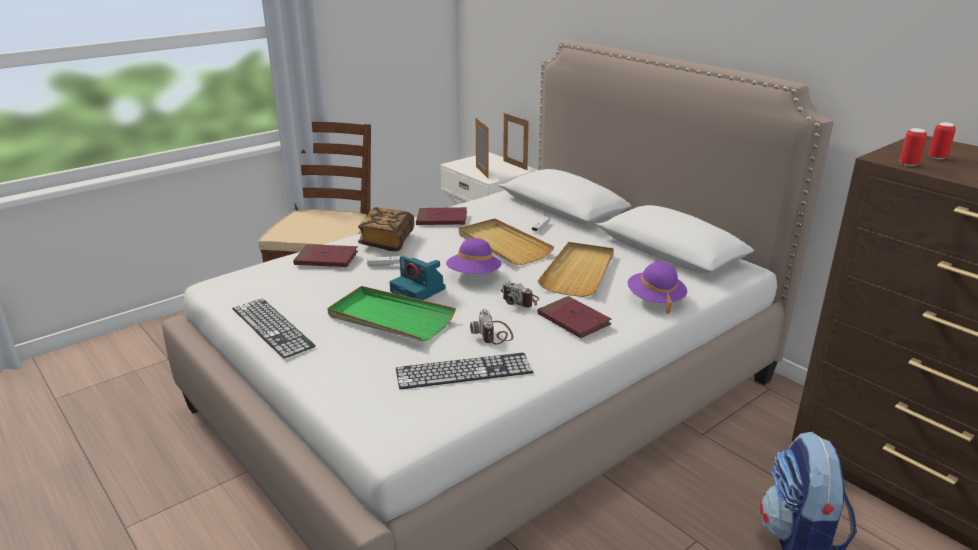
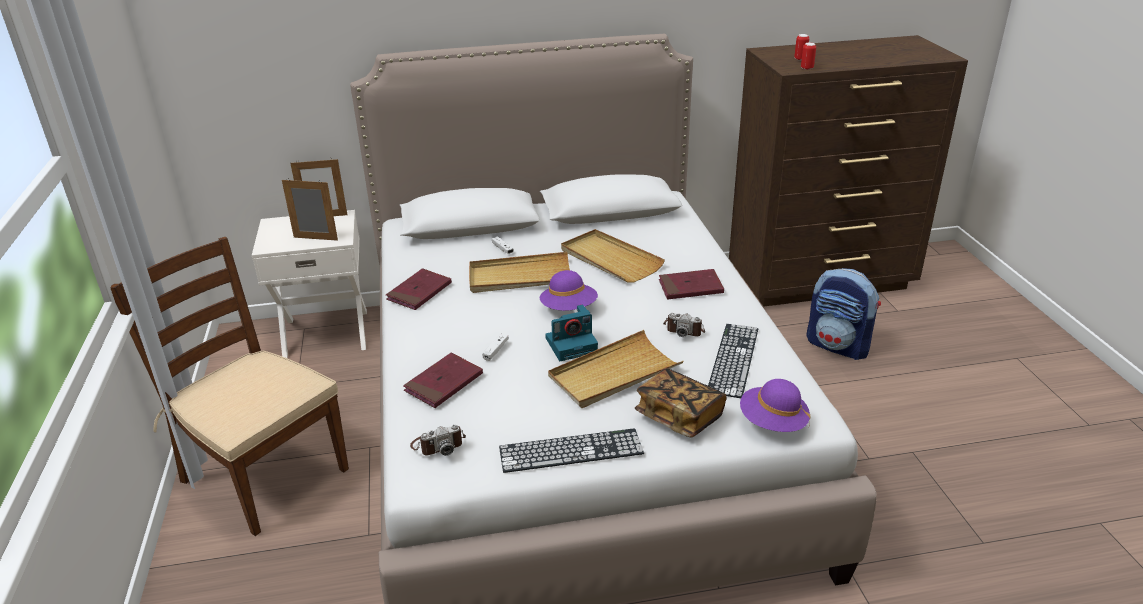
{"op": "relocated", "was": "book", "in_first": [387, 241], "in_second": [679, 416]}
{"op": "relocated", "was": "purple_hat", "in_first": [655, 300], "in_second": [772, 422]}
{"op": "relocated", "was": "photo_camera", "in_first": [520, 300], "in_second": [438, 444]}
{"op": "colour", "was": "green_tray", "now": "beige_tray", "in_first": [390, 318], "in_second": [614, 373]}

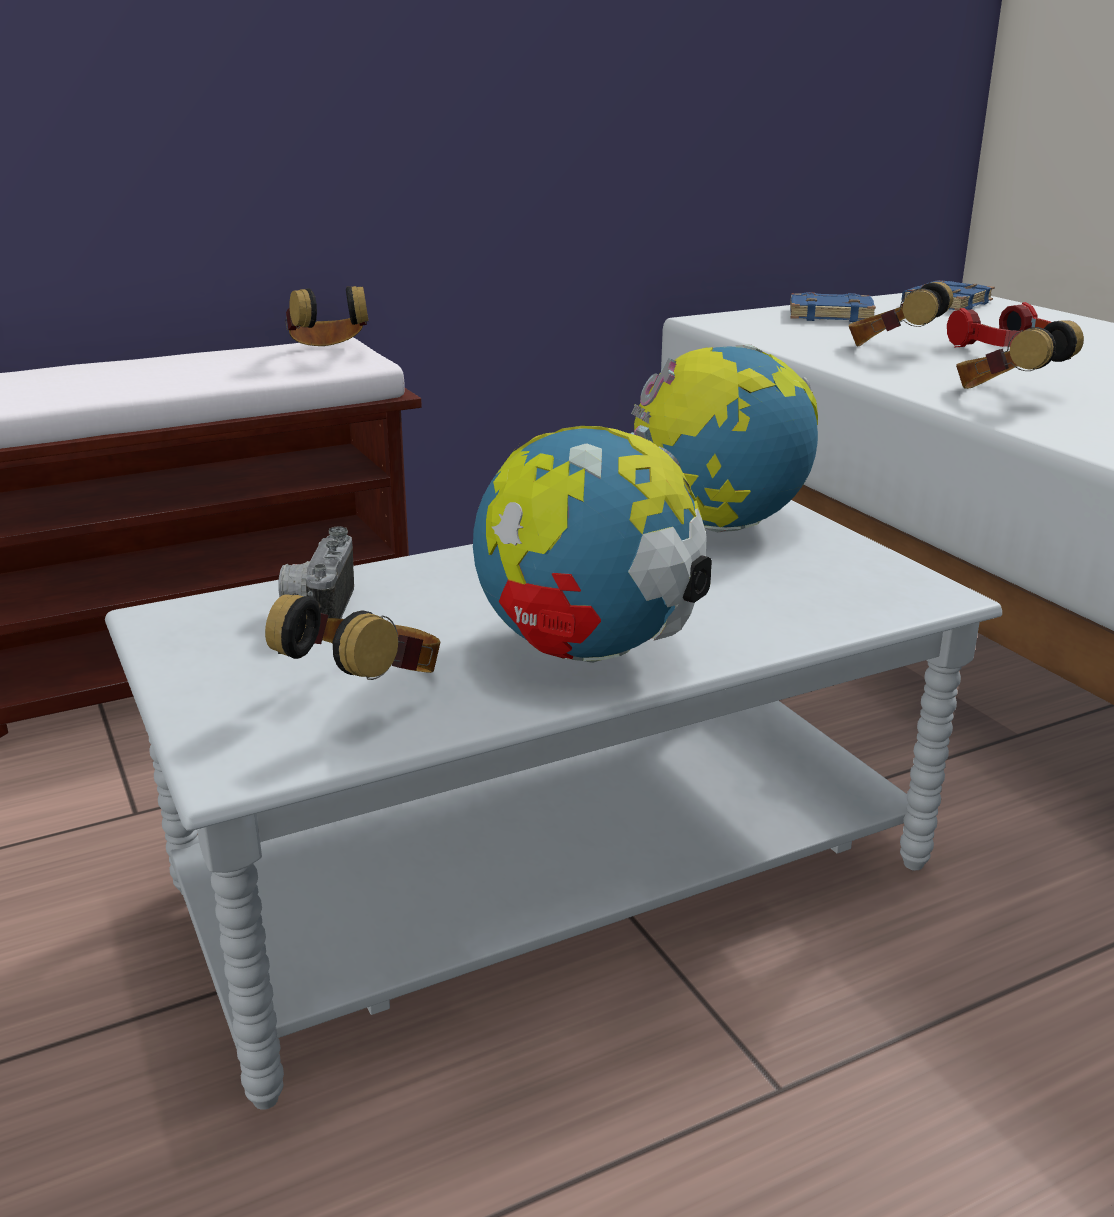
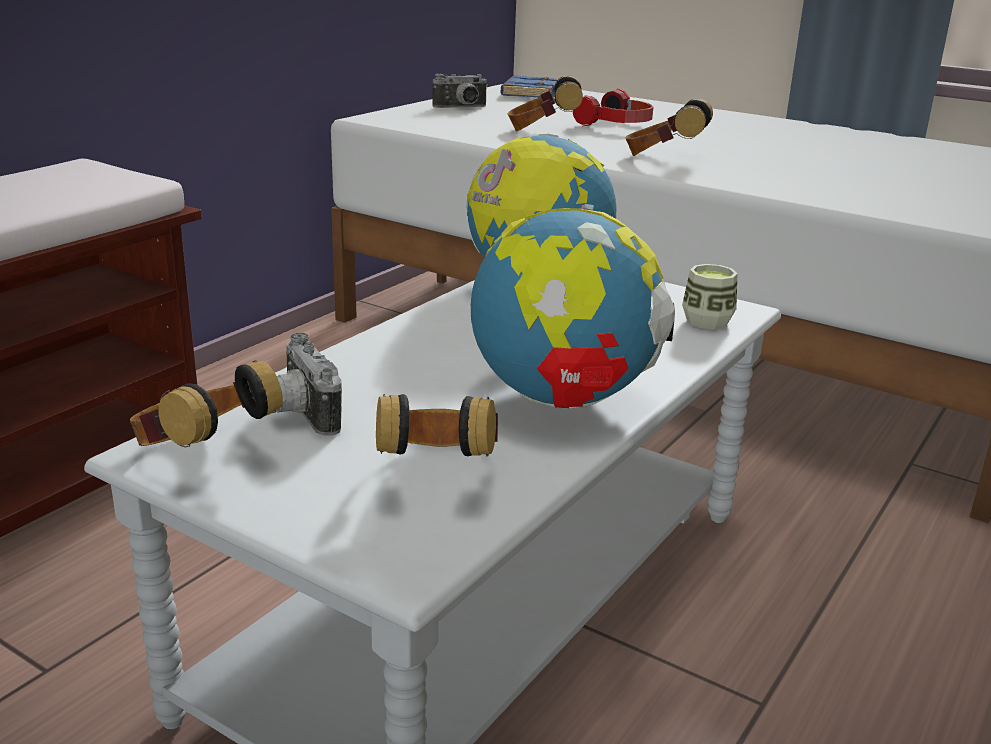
{"op": "relocated", "was": "headphones", "in_first": [329, 353], "in_second": [203, 456]}
{"op": "exchanged", "was": "blue_book", "now": "photo_camera", "in_first": [831, 315], "in_second": [461, 108]}
{"op": "appeared", "now": "cup", "in_second": [707, 321]}

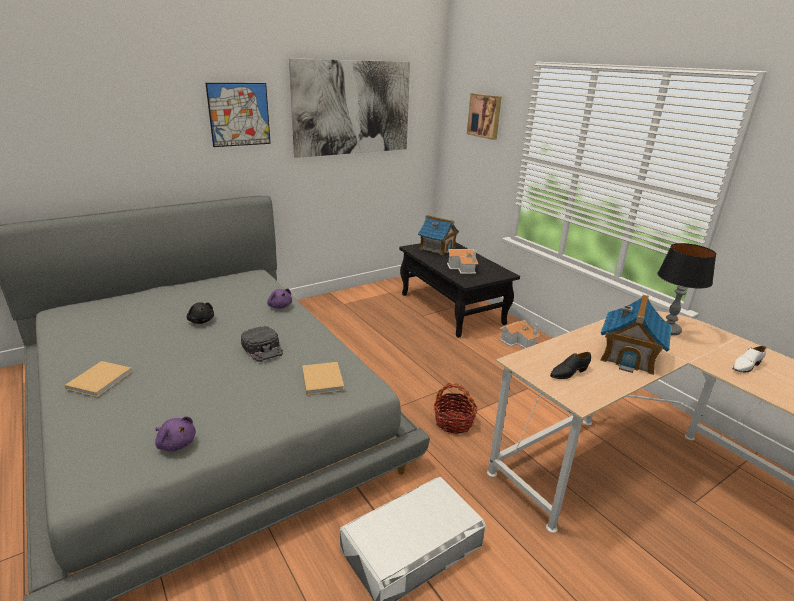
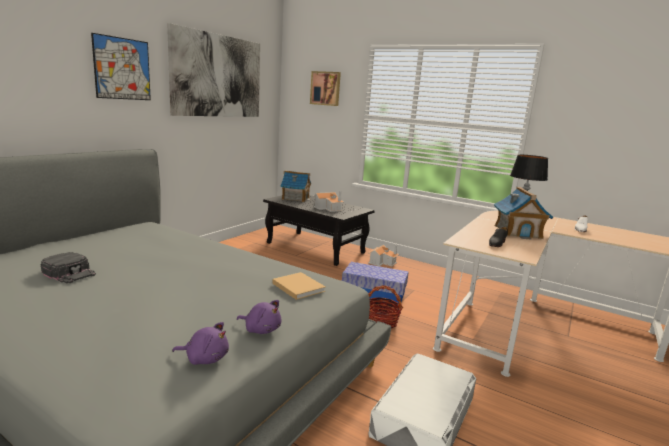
{"op": "relocated", "was": "purple_plush_toy", "in_first": [279, 306], "in_second": [261, 329]}
{"op": "missing", "was": "black_plush_toy", "in_first": [201, 321]}
{"op": "relocated", "was": "black_cap", "in_first": [263, 348], "in_second": [69, 273]}
{"op": "missing", "was": "beige_book", "in_first": [101, 379]}
{"op": "appeared", "now": "storage_box", "in_second": [374, 293]}

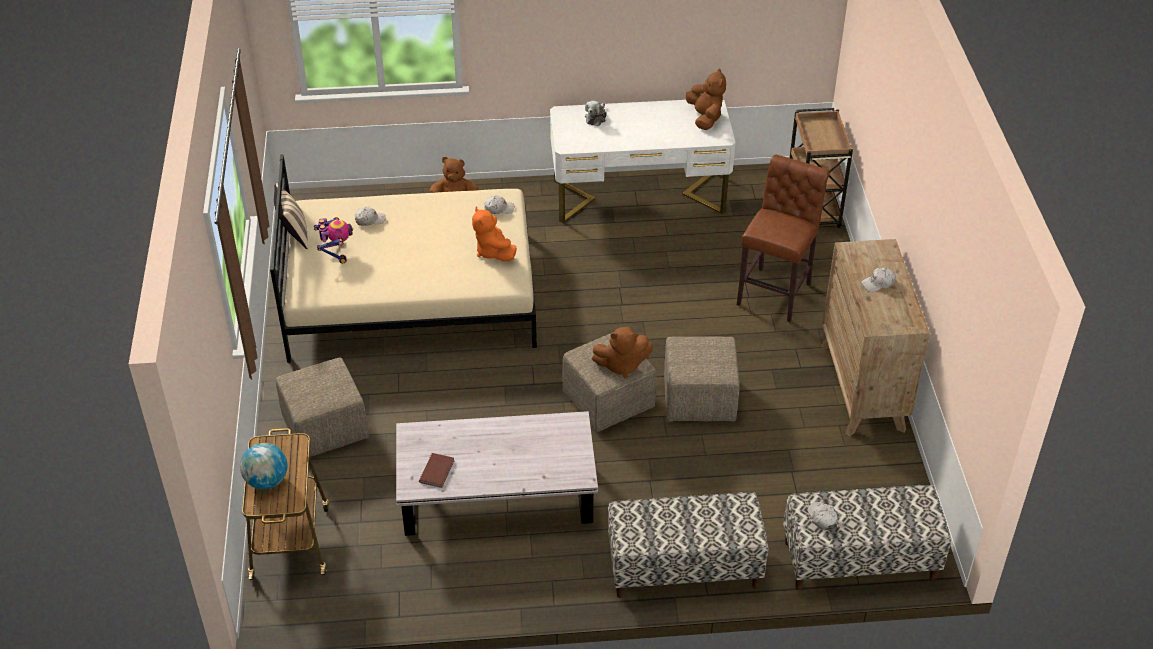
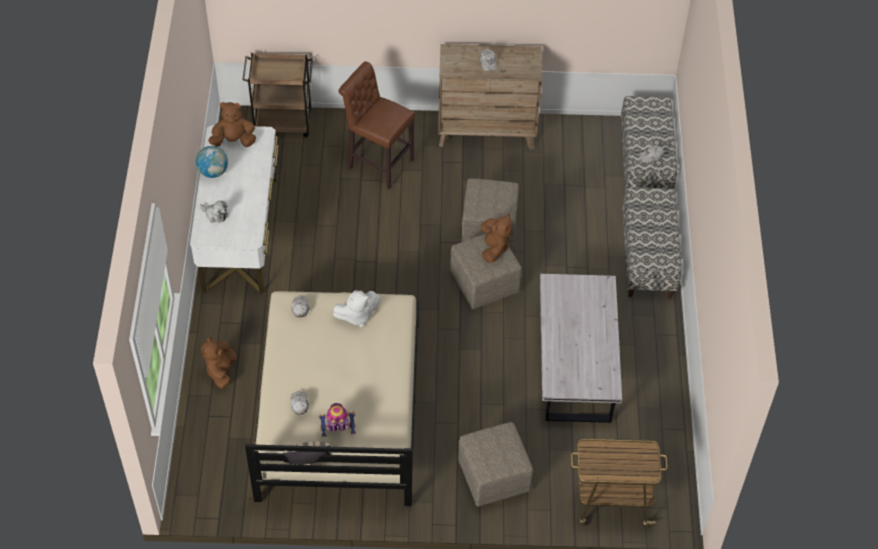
{"op": "colour", "was": "orange_plush_toy", "now": "white_plush_toy", "in_first": [493, 252], "in_second": [357, 315]}
{"op": "relocated", "was": "globe", "in_first": [266, 481], "in_second": [213, 172]}
{"op": "missing", "was": "brown_book", "in_first": [438, 471]}

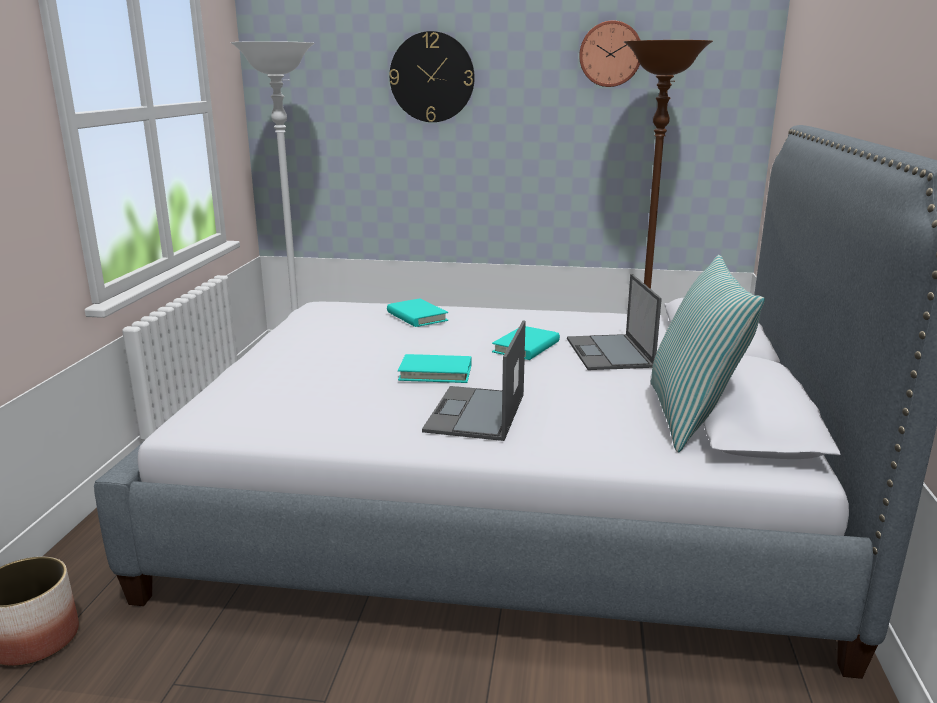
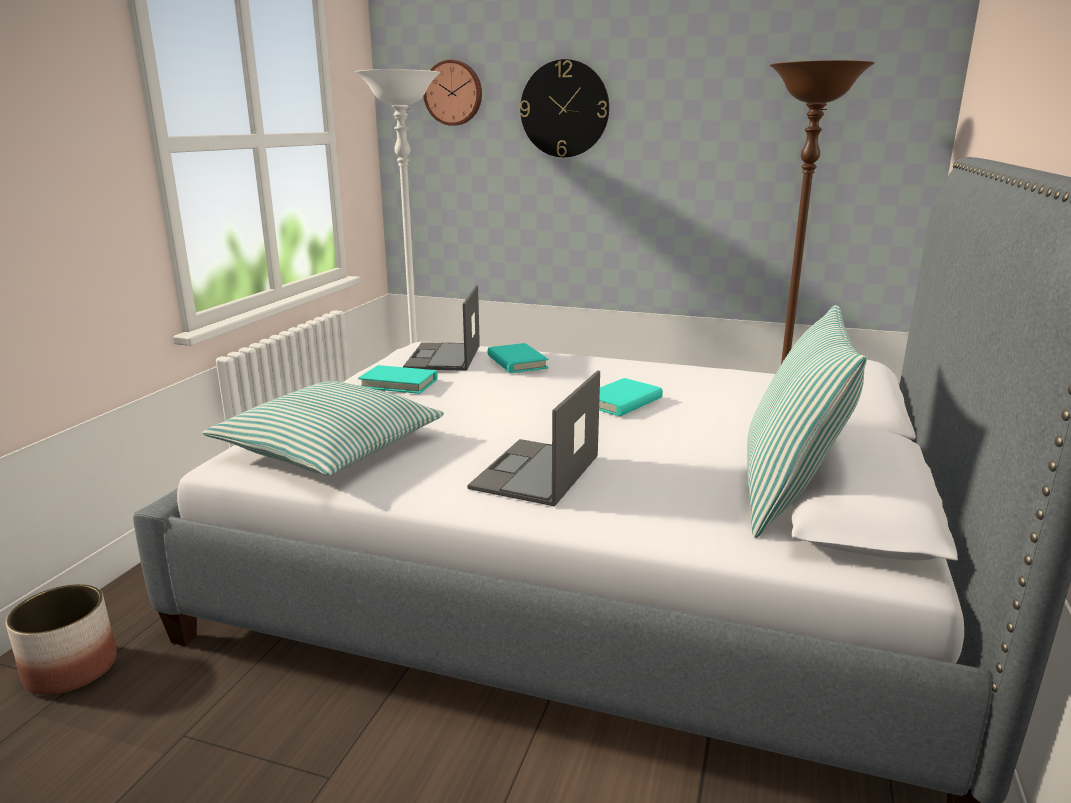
{"op": "relocated", "was": "wall_clock", "in_first": [610, 54], "in_second": [453, 93]}
{"op": "relocated", "was": "laptop", "in_first": [610, 353], "in_second": [443, 357]}
{"op": "relocated", "was": "turquoise_book", "in_first": [435, 372], "in_second": [399, 383]}
{"op": "appeared", "now": "pillow", "in_second": [331, 447]}

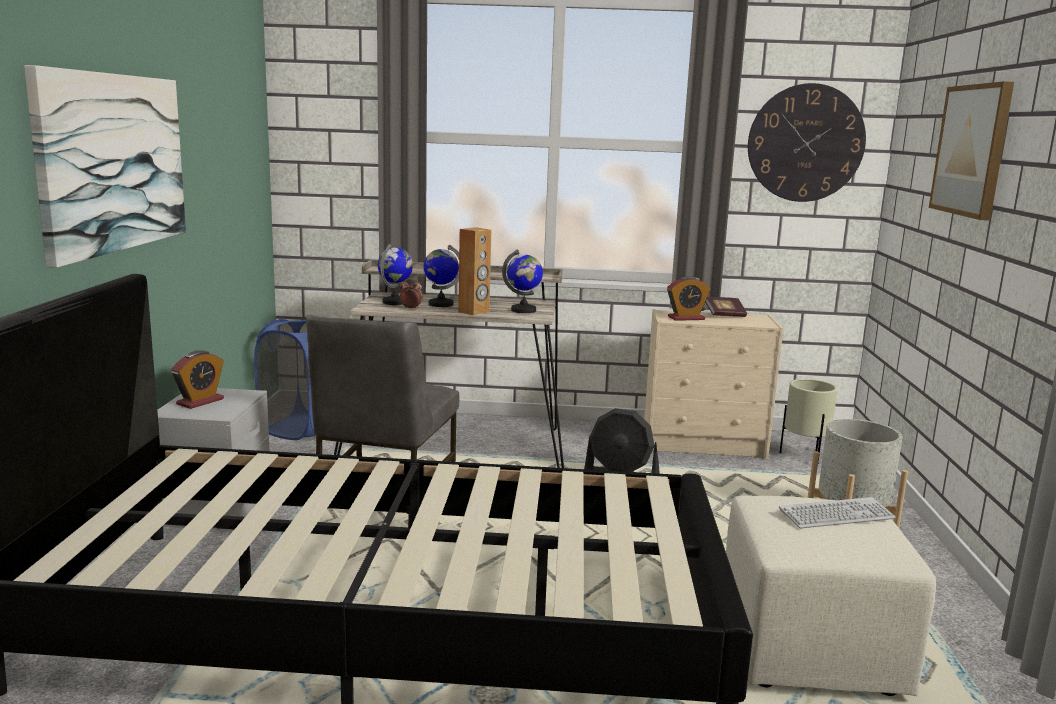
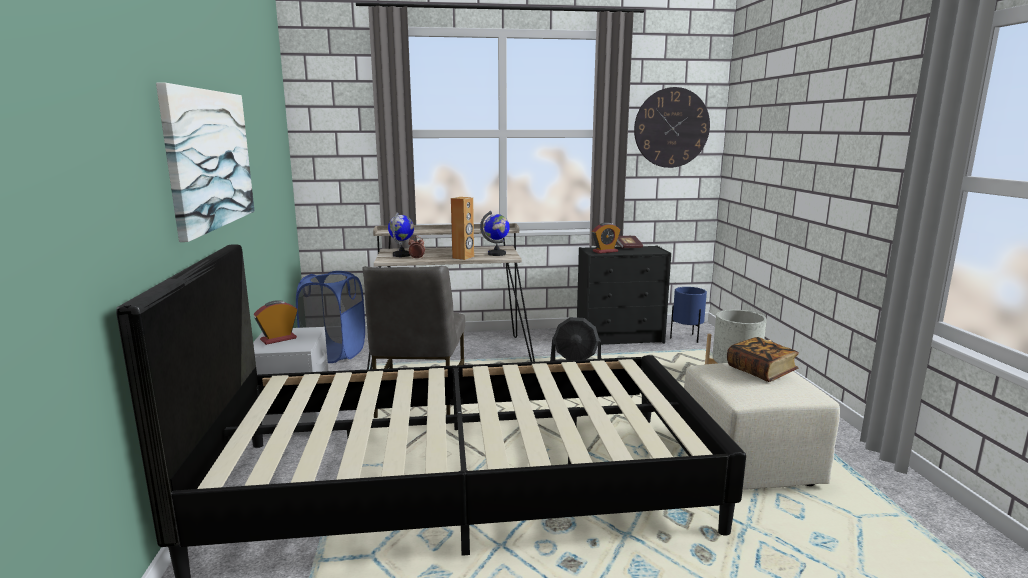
{"op": "missing", "was": "picture", "in_first": [972, 150]}
{"op": "missing", "was": "globe", "in_first": [440, 304]}
{"op": "colour", "was": "beige_dresser", "now": "black_dresser", "in_first": [705, 446], "in_second": [620, 338]}
{"op": "spun", "was": "alarm_clock", "in_first": [200, 401], "in_second": [278, 339], "clockwise": -150}
{"op": "colour", "was": "beige_planter", "now": "blue_planter", "in_first": [804, 456], "in_second": [687, 338]}
{"op": "exchanged", "was": "keyboard", "now": "book", "in_first": [836, 515], "in_second": [761, 371]}

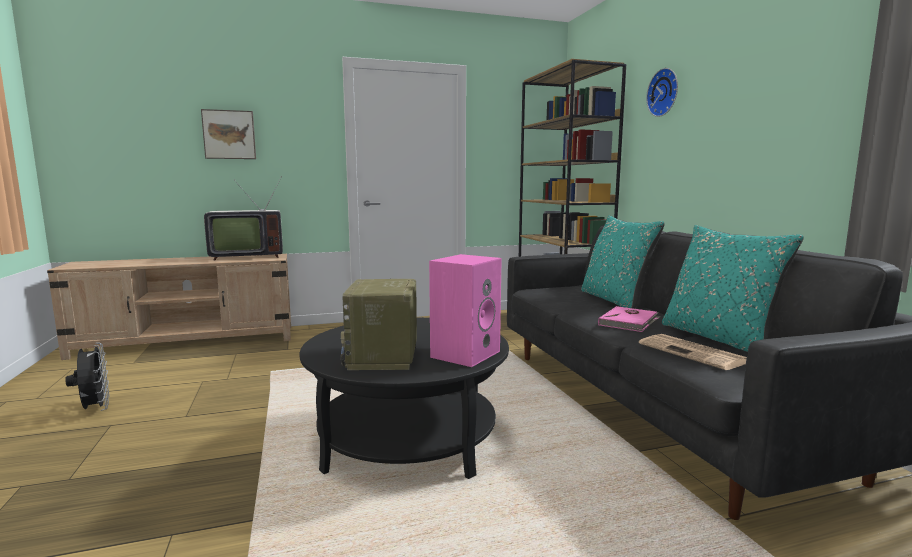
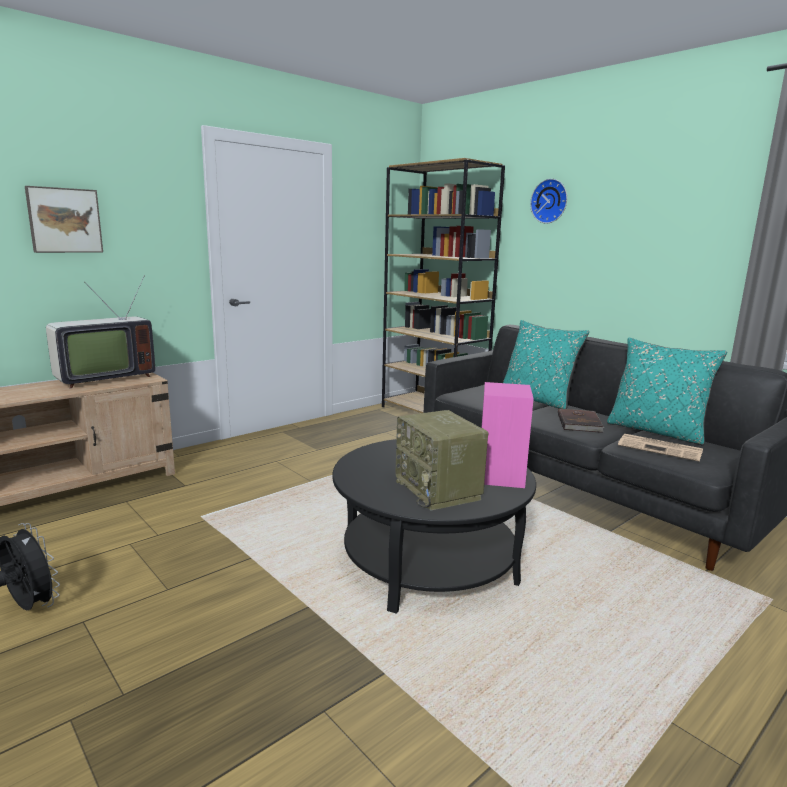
{"op": "colour", "was": "pink_book", "now": "brown_book", "in_first": [629, 322], "in_second": [580, 423]}

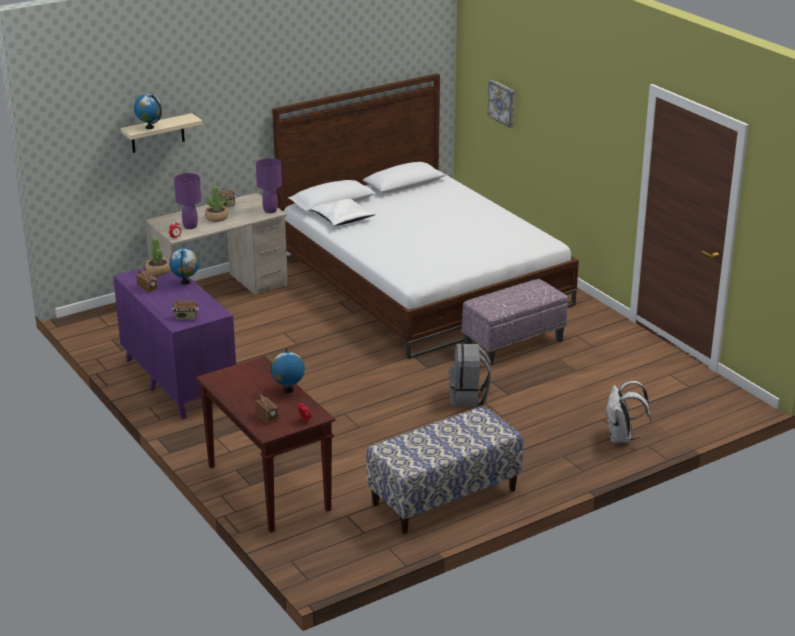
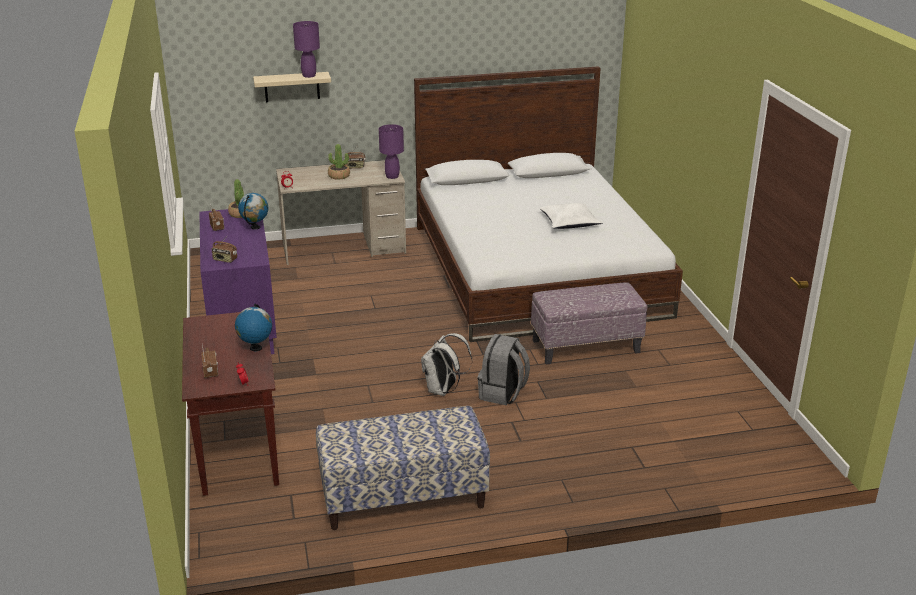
{"op": "missing", "was": "picture", "in_first": [503, 103]}
{"op": "missing", "was": "globe", "in_first": [149, 127]}
{"op": "relocated", "was": "purple_table_lamp", "in_first": [190, 226], "in_second": [309, 76]}
{"op": "relocated", "was": "white_pillow", "in_first": [343, 218], "in_second": [570, 223]}
{"op": "relocated", "was": "white_backpack", "in_first": [622, 438], "in_second": [443, 390]}

